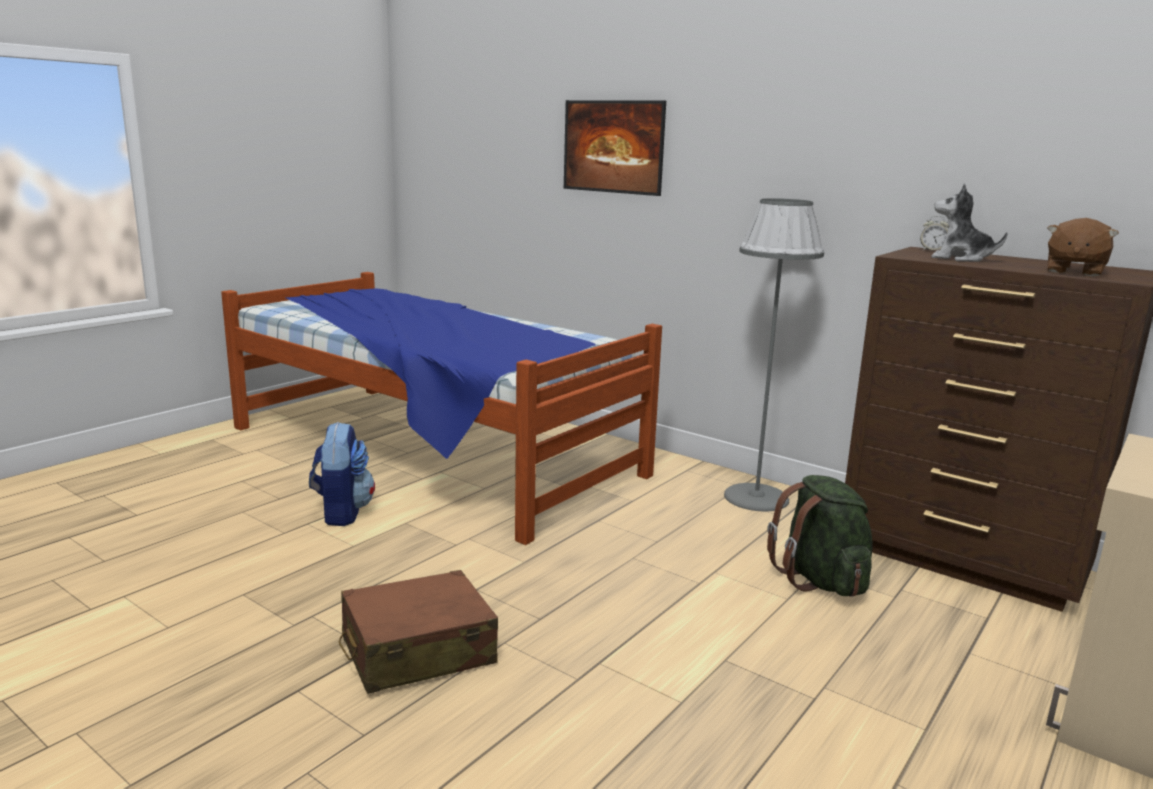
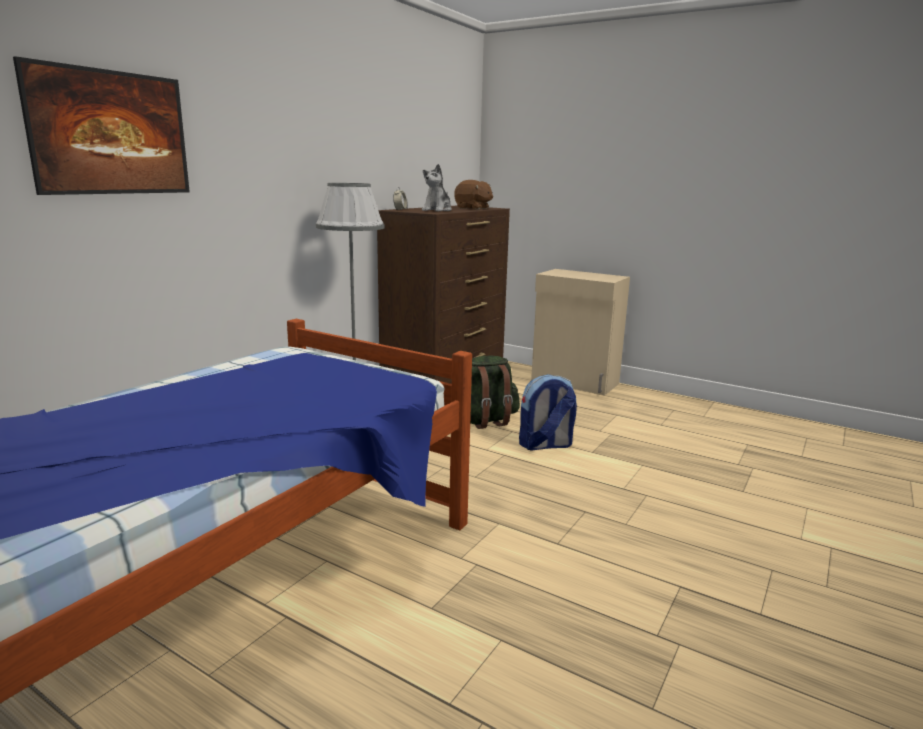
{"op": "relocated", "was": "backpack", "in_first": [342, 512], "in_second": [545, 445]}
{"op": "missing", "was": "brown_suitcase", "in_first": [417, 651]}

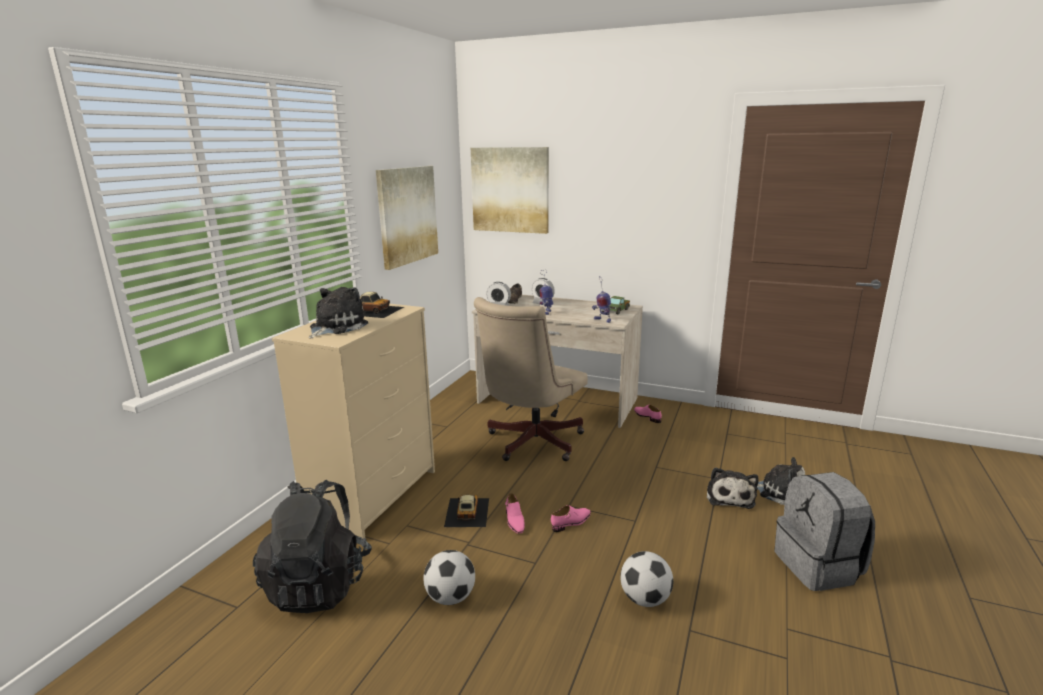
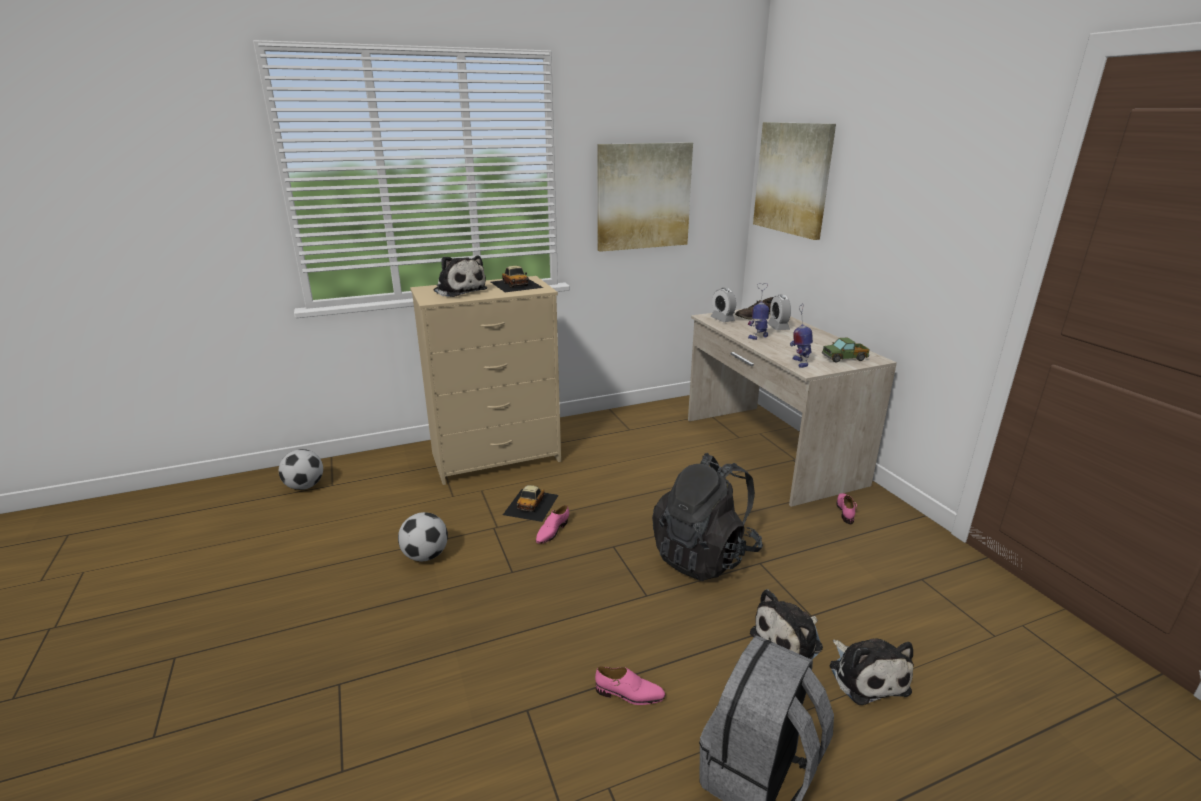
{"op": "spun", "was": "plush_toy", "in_first": [336, 327], "in_second": [459, 290], "clockwise": 60}
{"op": "missing", "was": "beige_office_chair", "in_first": [530, 443]}
{"op": "relocated", "was": "black_backpack", "in_first": [319, 584], "in_second": [704, 556]}
{"op": "spun", "was": "toy_car", "in_first": [466, 512], "in_second": [531, 504], "clockwise": 150}
{"op": "relocated", "was": "pink_shoe", "in_first": [571, 522], "in_second": [629, 694]}
{"op": "relocated", "was": "football", "in_first": [645, 599], "in_second": [305, 486]}

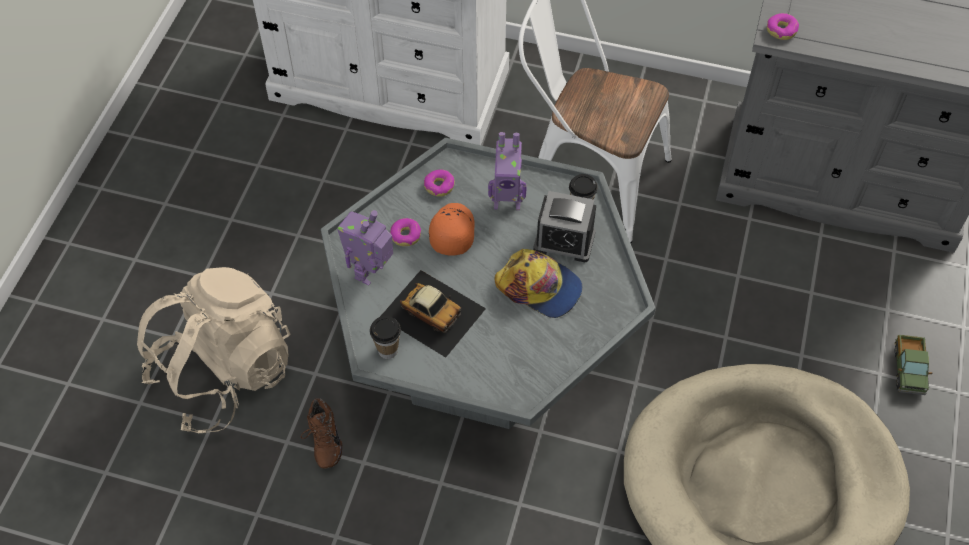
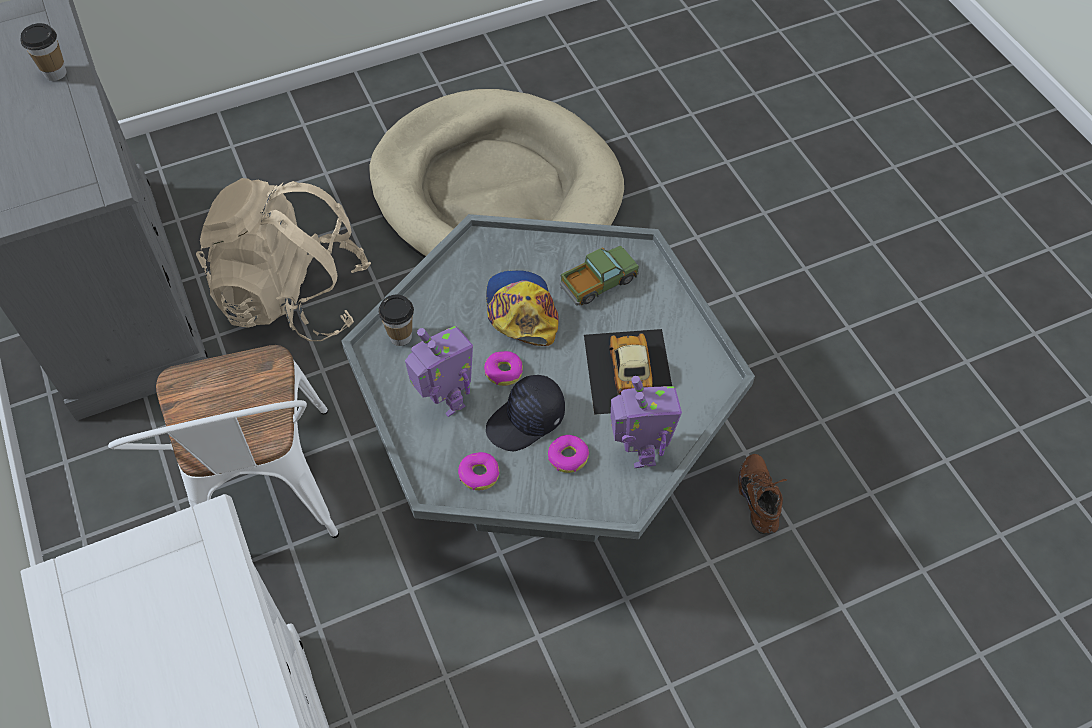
{"op": "relocated", "was": "donut", "in_first": [781, 30], "in_second": [503, 371]}
{"op": "missing", "was": "alarm_clock", "in_first": [564, 241]}
{"op": "colour", "was": "orange_cap", "now": "black_cap", "in_first": [451, 232], "in_second": [526, 421]}
{"op": "spun", "was": "toy_robot", "in_first": [371, 273], "in_second": [639, 452], "clockwise": -90}
{"op": "relocated", "was": "beige_backpack", "in_first": [224, 374], "in_second": [293, 297]}
{"op": "relocated", "was": "cup", "in_first": [388, 350], "in_second": [55, 73]}
{"op": "relocated", "was": "toy_truck", "in_first": [908, 369], "in_second": [598, 283]}
{"op": "spun", "was": "brown_shoe", "in_first": [322, 440], "in_second": [761, 499], "clockwise": -45}

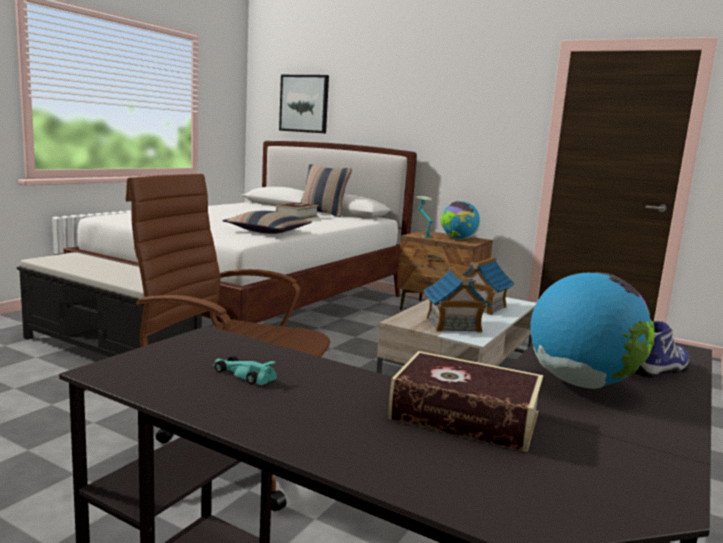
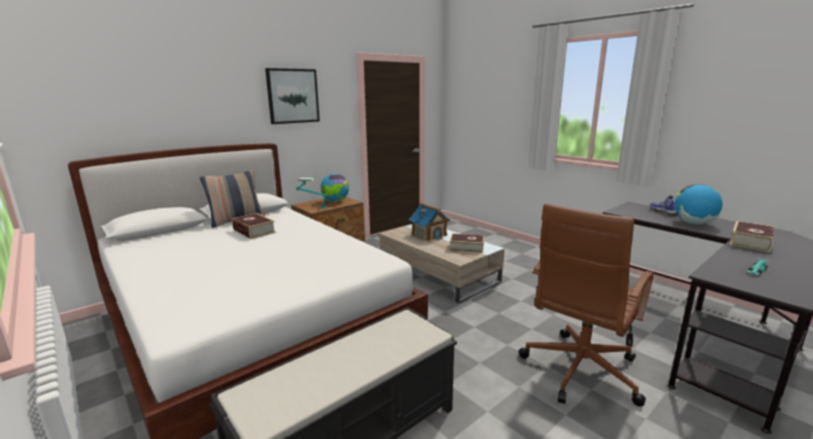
{"op": "relocated", "was": "picture", "in_first": [304, 103], "in_second": [292, 96]}
{"op": "missing", "was": "pillow", "in_first": [268, 231]}
{"op": "exchanged", "was": "toy_house", "now": "book", "in_first": [453, 325], "in_second": [466, 247]}

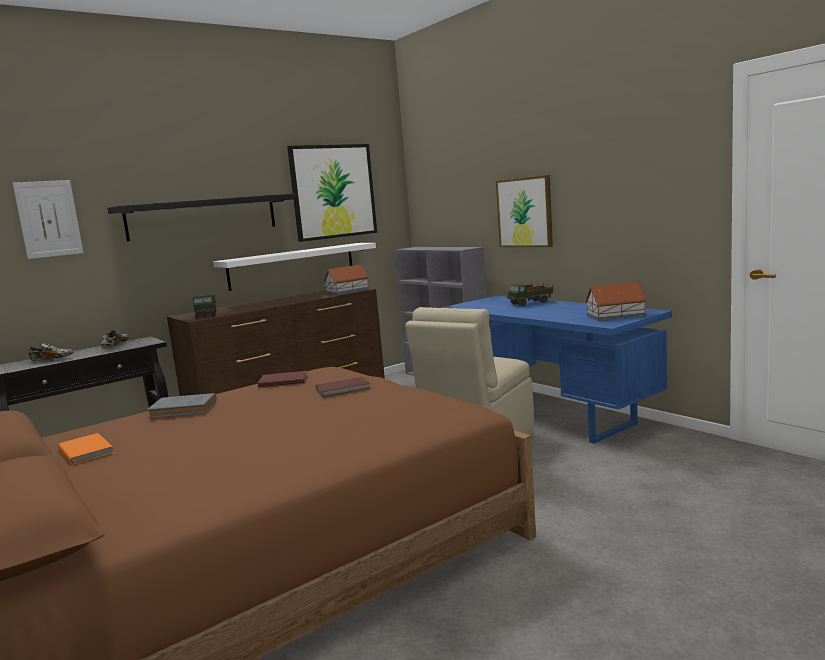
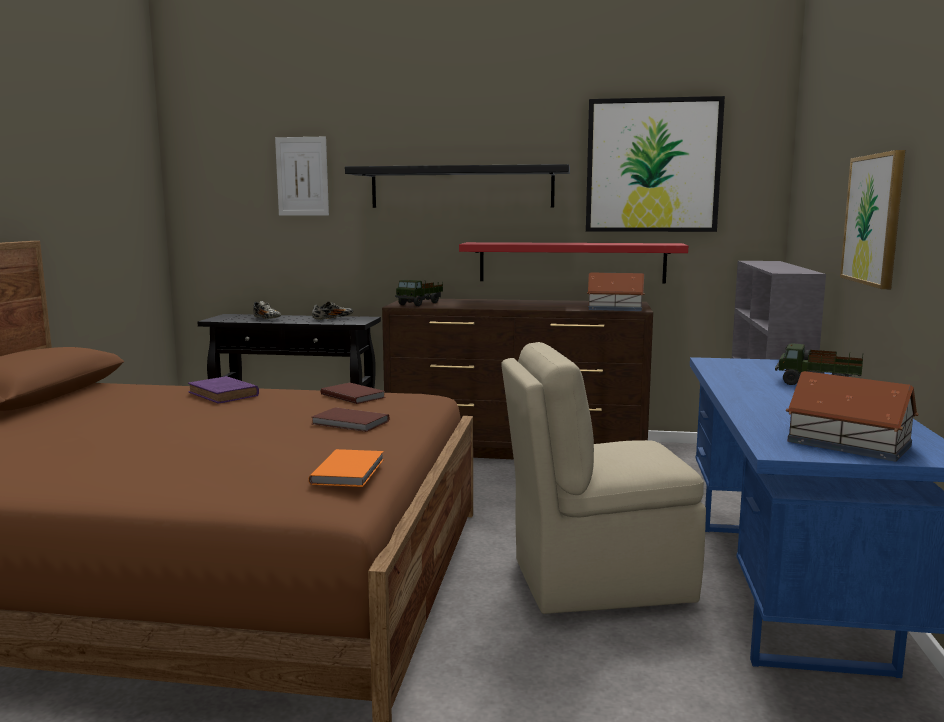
{"op": "colour", "was": "white_shelf", "now": "red_shelf", "in_first": [292, 266], "in_second": [571, 262]}
{"op": "colour", "was": "grey_book", "now": "purple_book", "in_first": [185, 409], "in_second": [224, 394]}
{"op": "relocated", "was": "orange_book", "in_first": [87, 450], "in_second": [350, 471]}

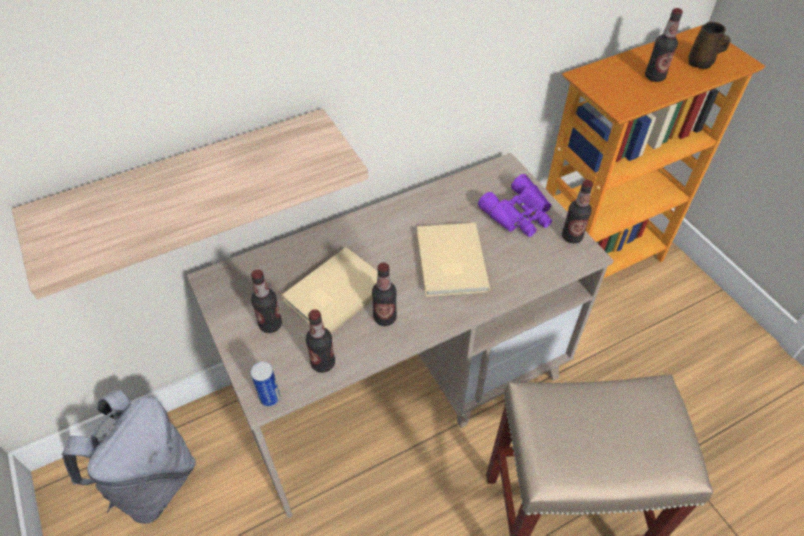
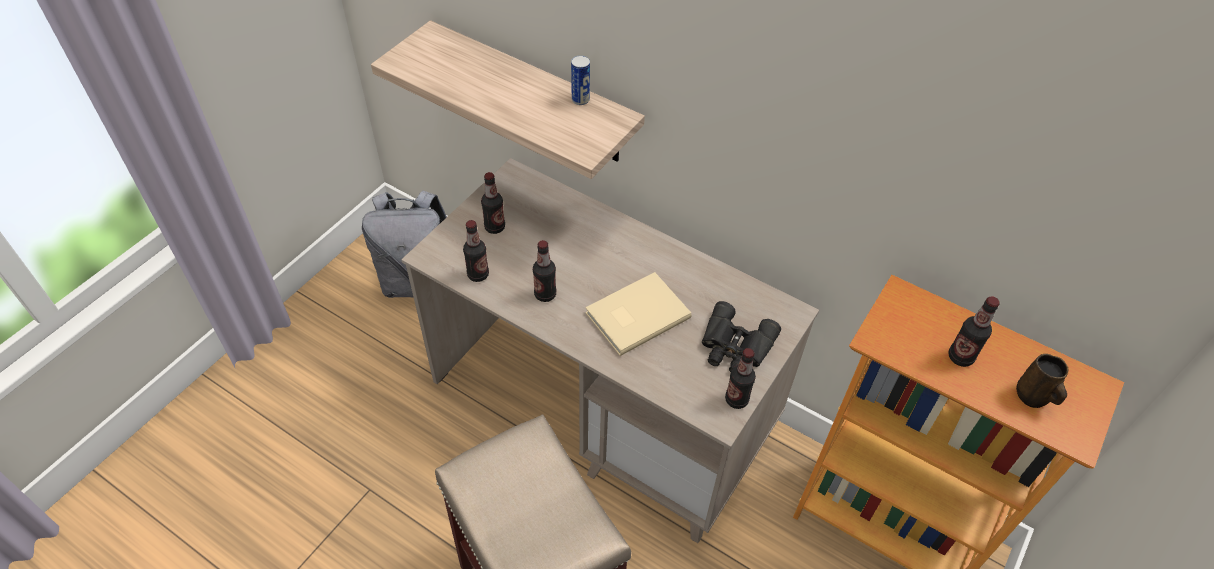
{"op": "colour", "was": "purple_binoculars", "now": "black_binoculars", "in_first": [520, 214], "in_second": [735, 347]}
{"op": "missing", "was": "beige_book", "in_first": [333, 292]}
{"op": "relocated", "was": "can", "in_first": [270, 398], "in_second": [580, 99]}

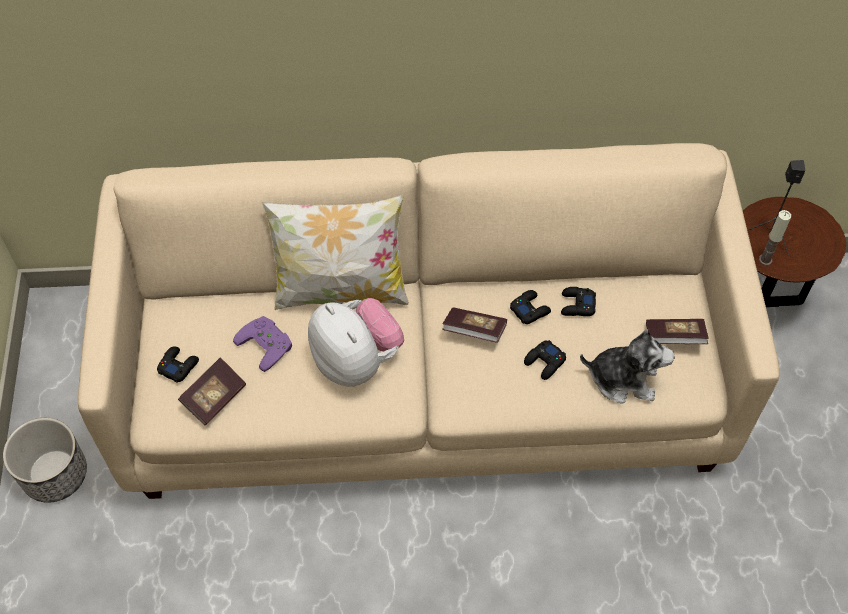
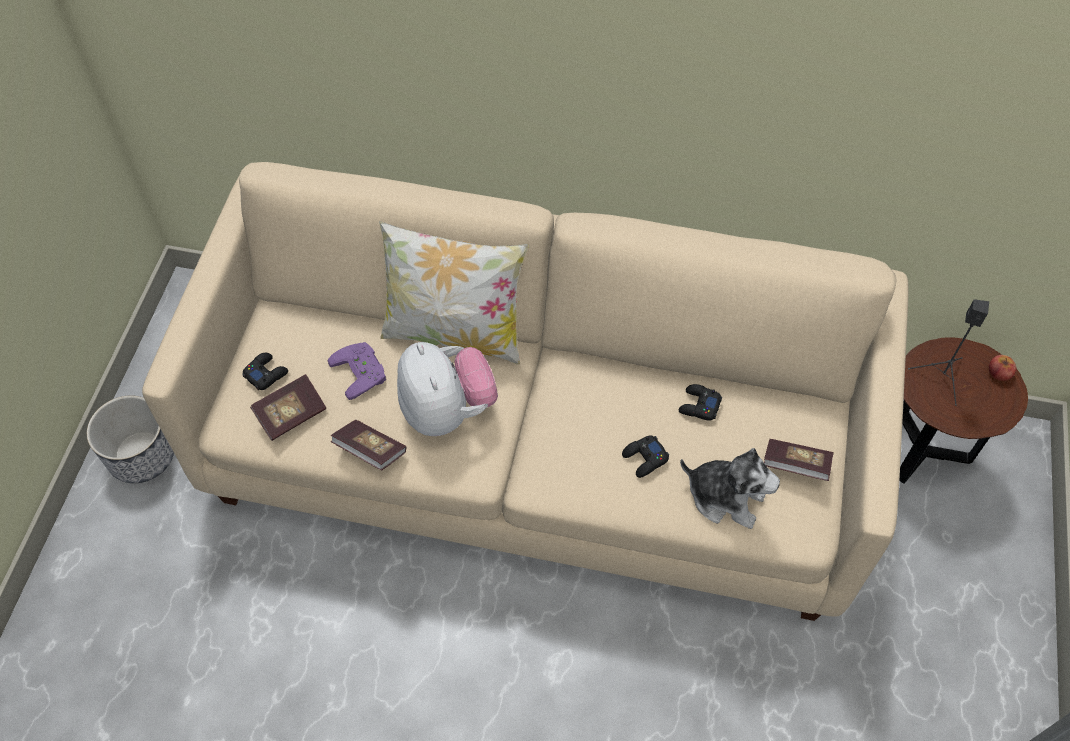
{"op": "missing", "was": "candle", "in_first": [765, 260]}
{"op": "missing", "was": "black_game_controller", "in_first": [530, 309]}
{"op": "relocated", "was": "book", "in_first": [474, 331], "in_second": [370, 451]}
{"op": "appeared", "now": "apple", "in_second": [999, 373]}

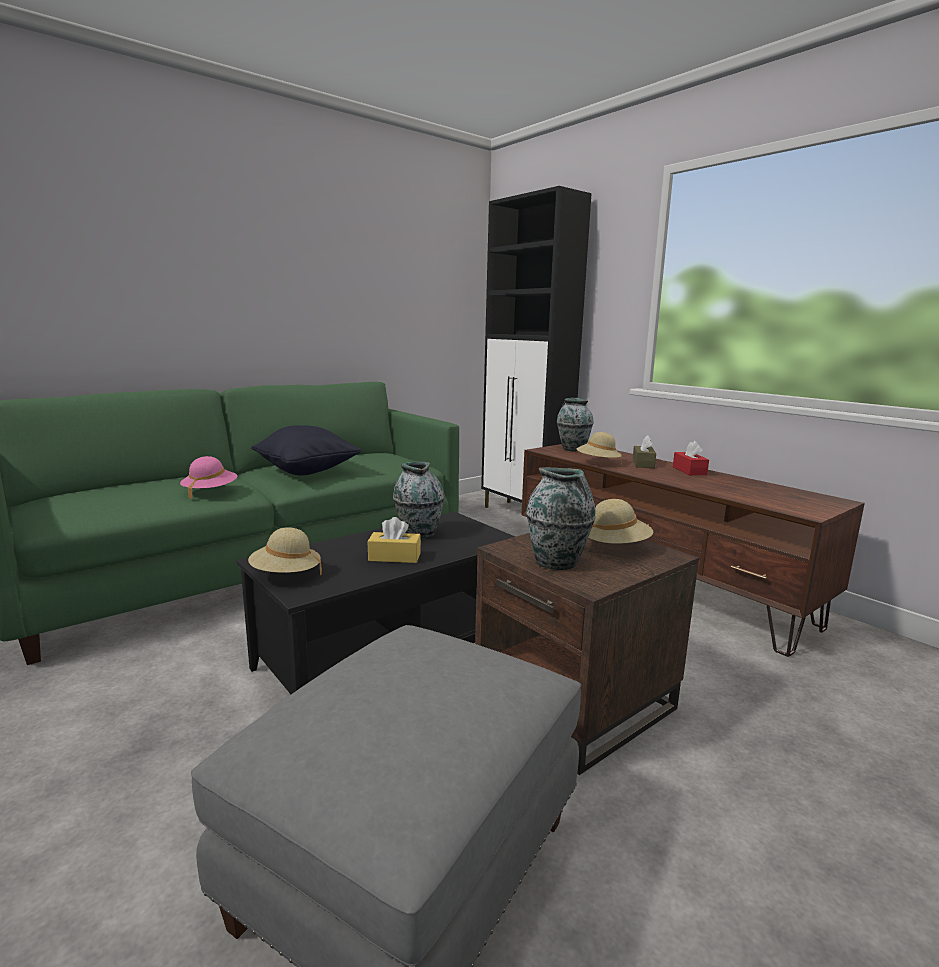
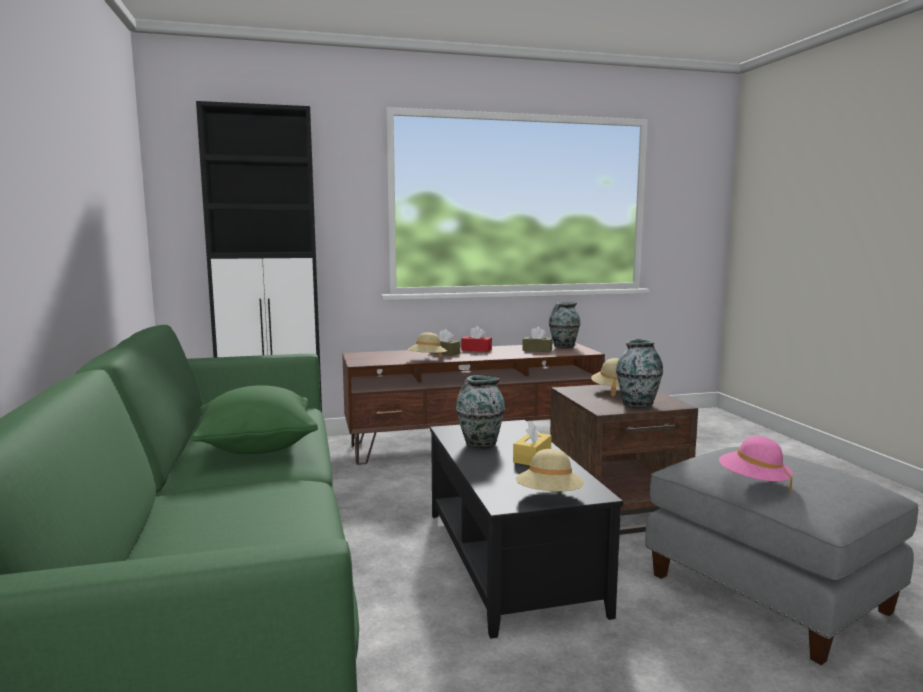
{"op": "relocated", "was": "vase", "in_first": [572, 449], "in_second": [563, 346]}
{"op": "colour", "was": "black_pillow", "now": "green_pillow", "in_first": [307, 471], "in_second": [257, 447]}
{"op": "relocated", "was": "pink_hat", "in_first": [210, 492], "in_second": [753, 483]}
{"op": "appeared", "now": "brown_tissue_box", "in_second": [537, 350]}

